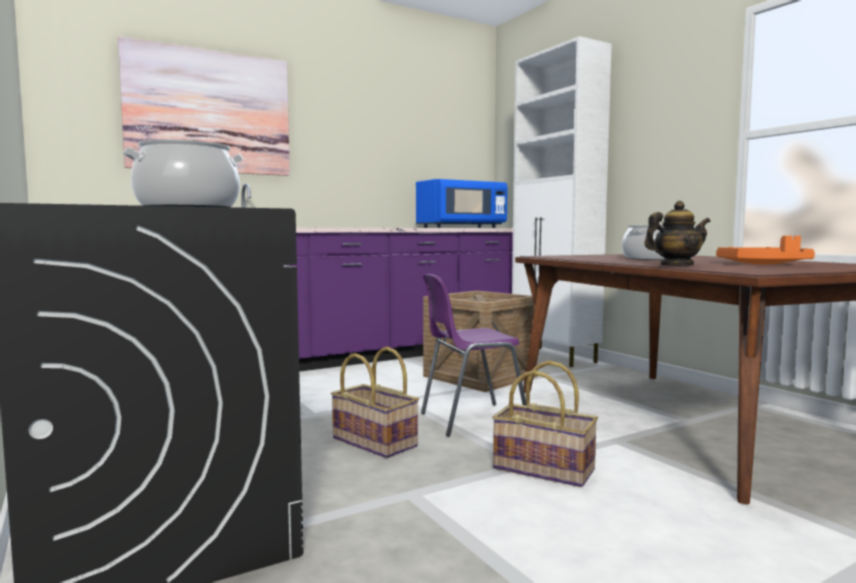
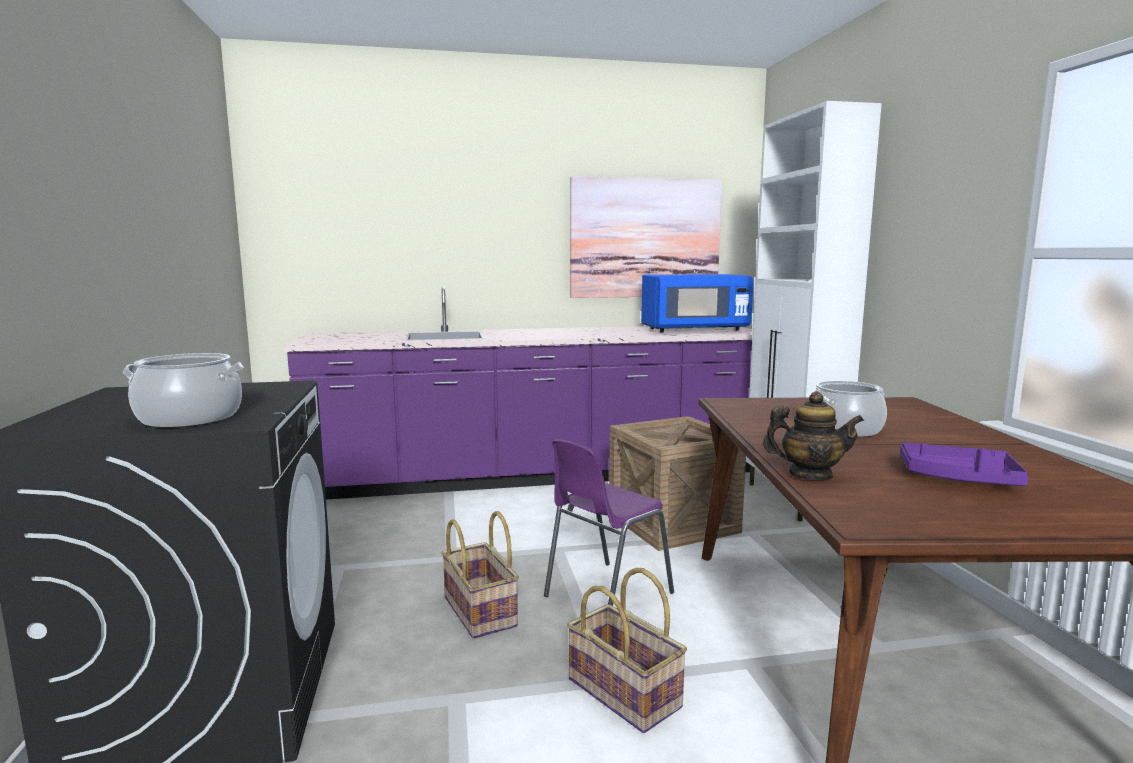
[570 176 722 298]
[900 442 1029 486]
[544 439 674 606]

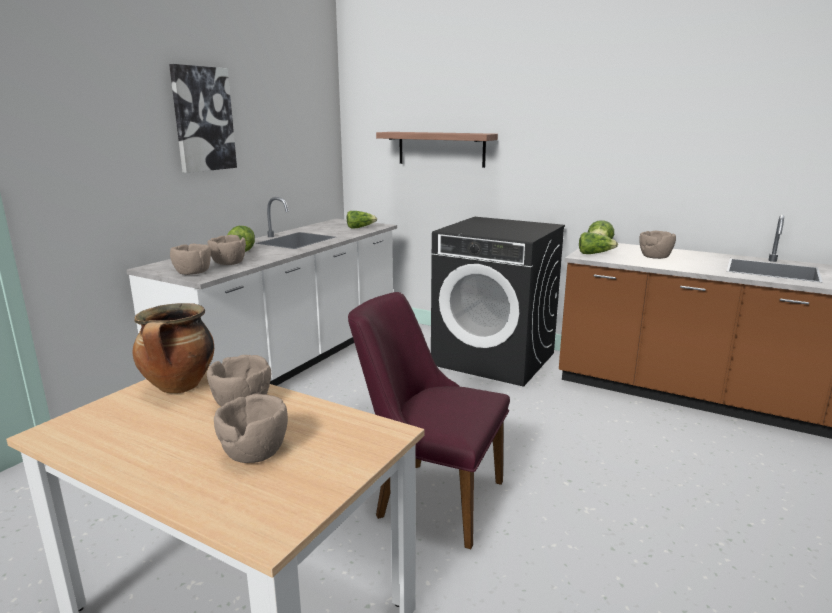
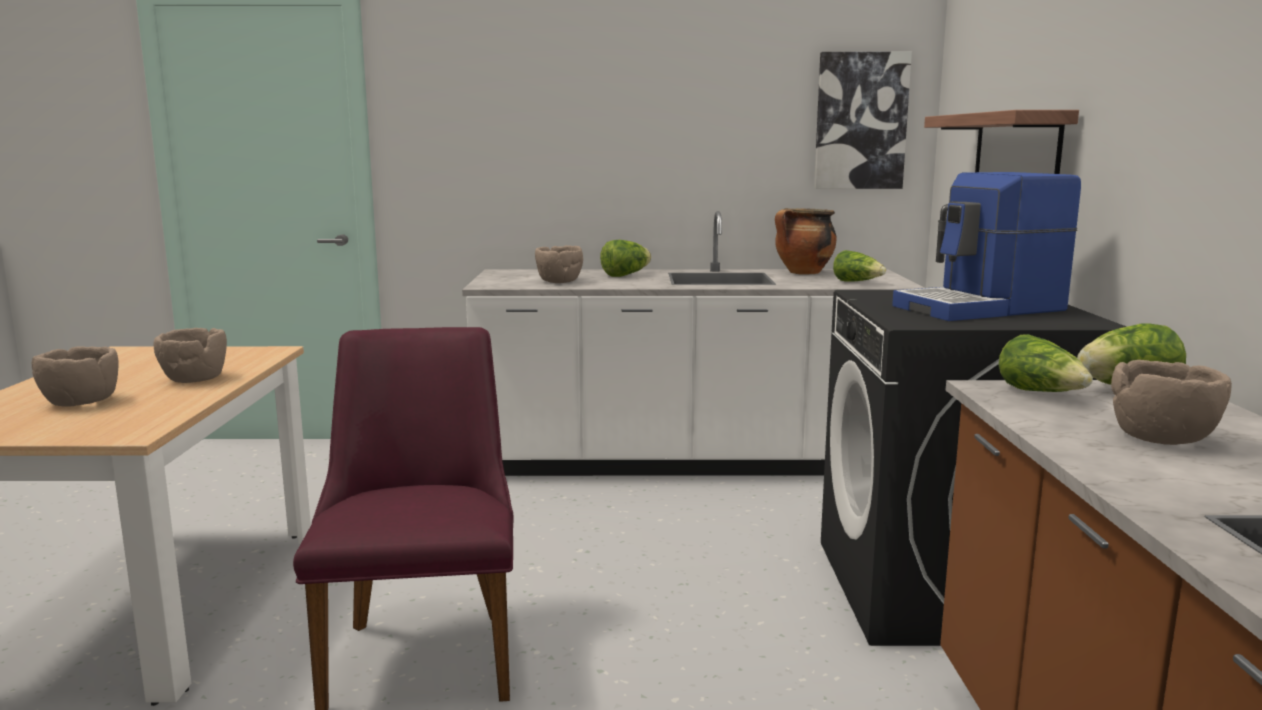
[170 244 211 275] (first image)
[892 172 1081 321]
[775 208 837 275]
[814 52 912 189]

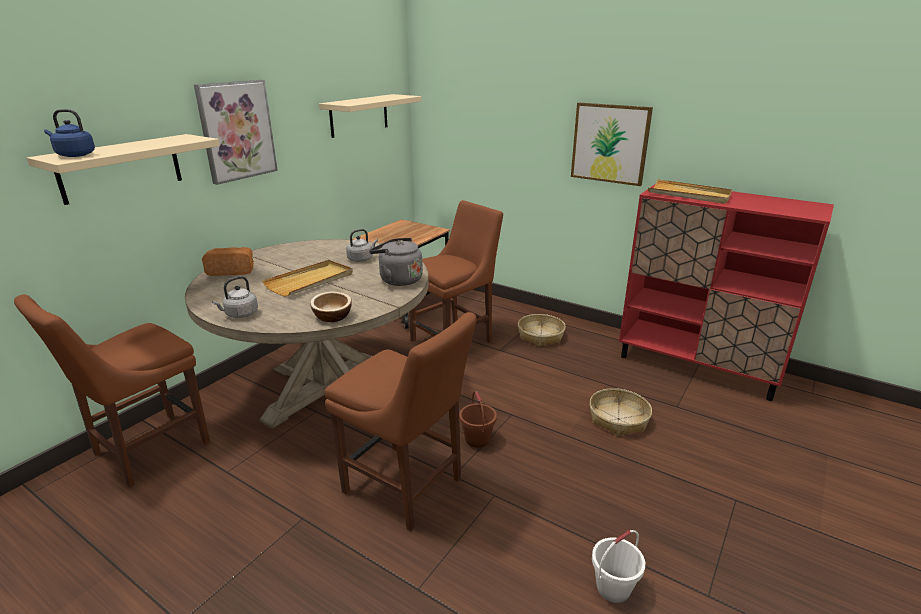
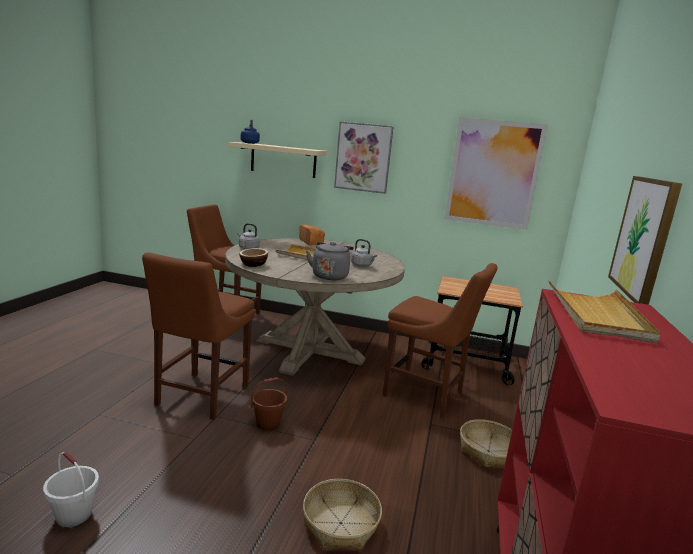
[444 117 548 230]

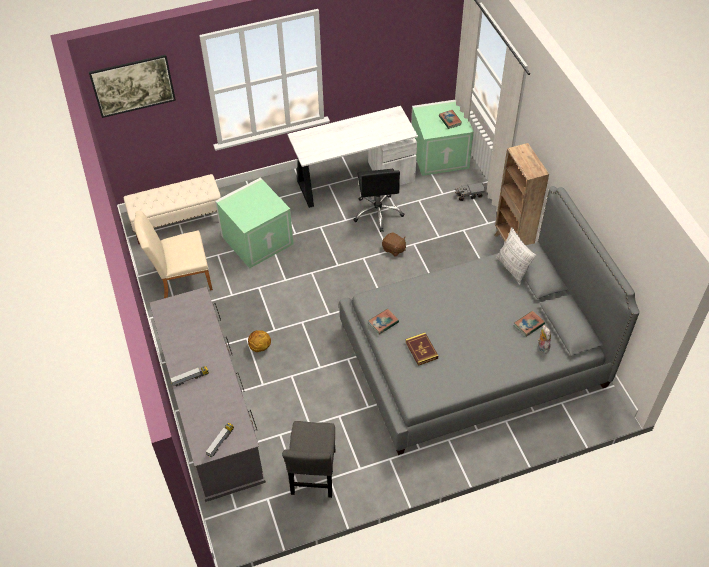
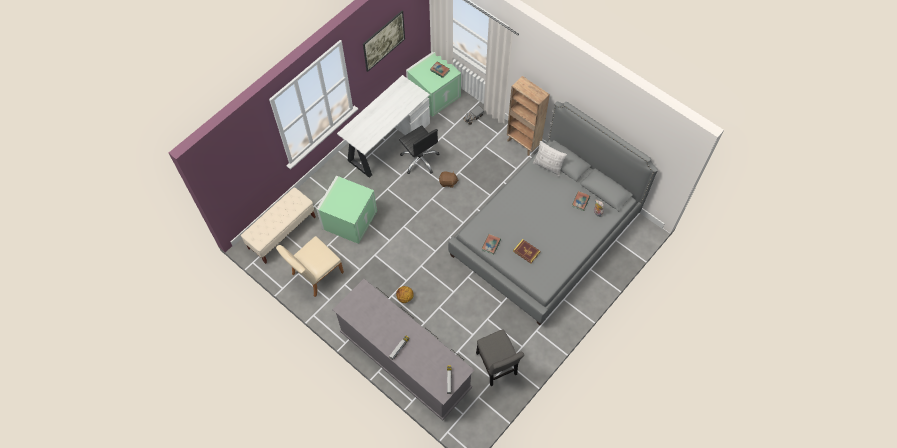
[363 11 405 72]

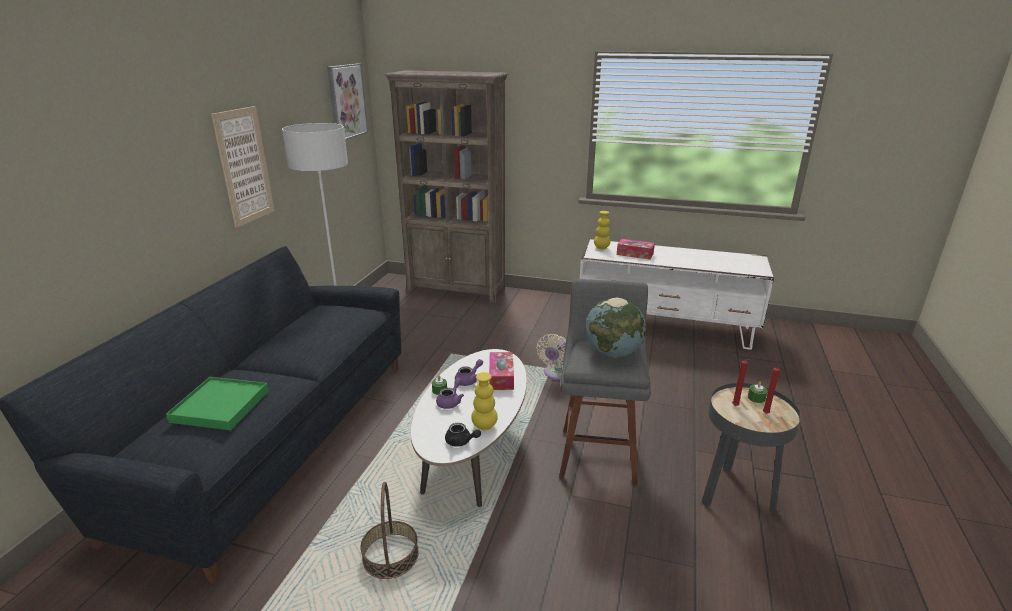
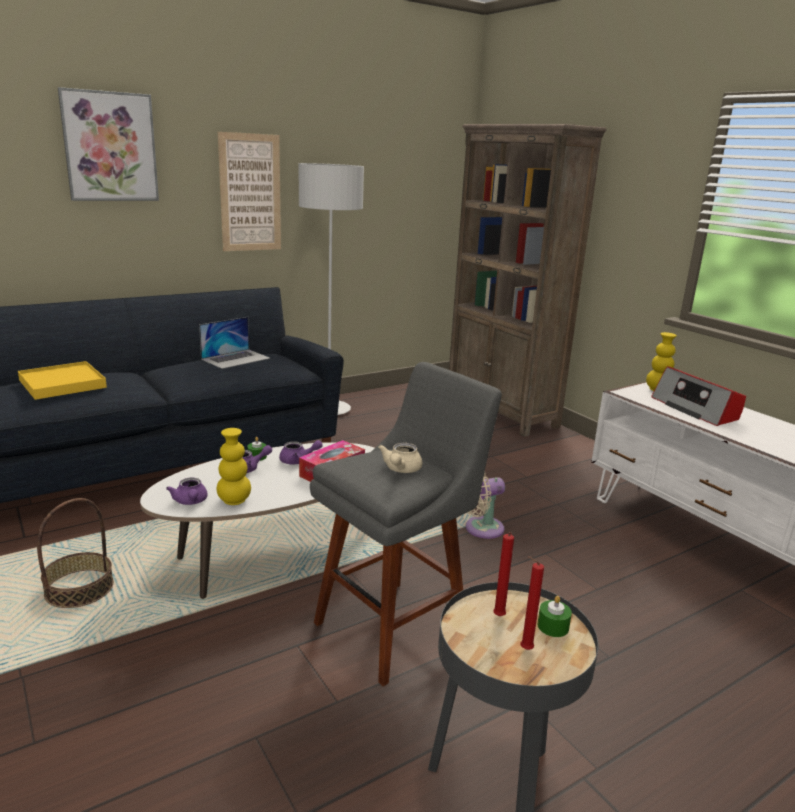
[199 317 270 369]
[58 87 159 201]
[378 443 423 473]
[651 366 746 426]
[18 361 107 400]
[166 478 208 505]

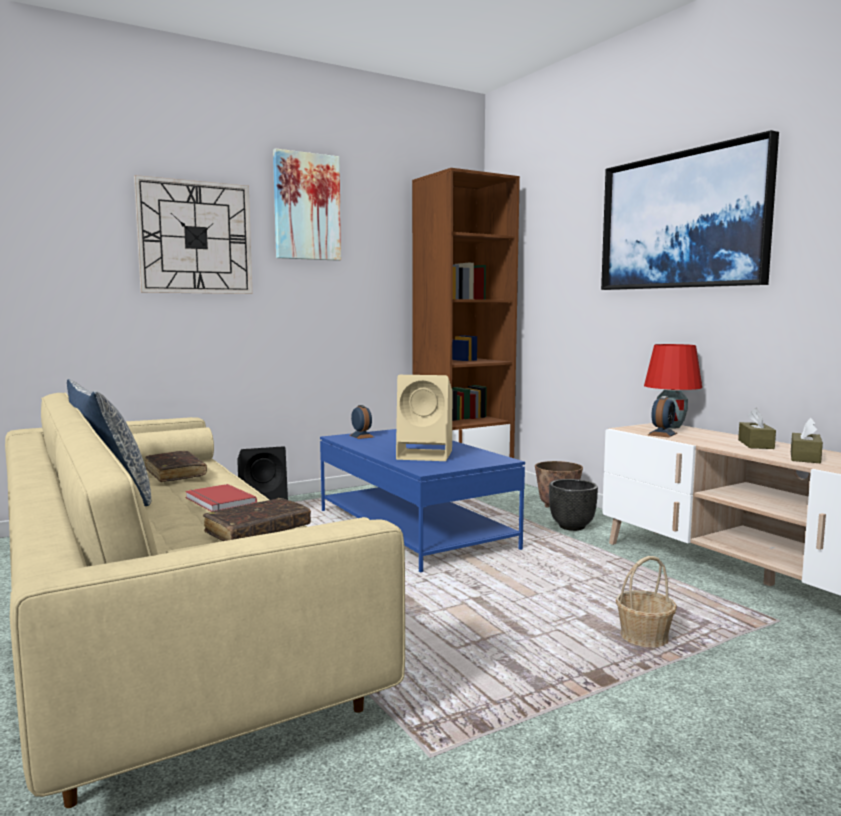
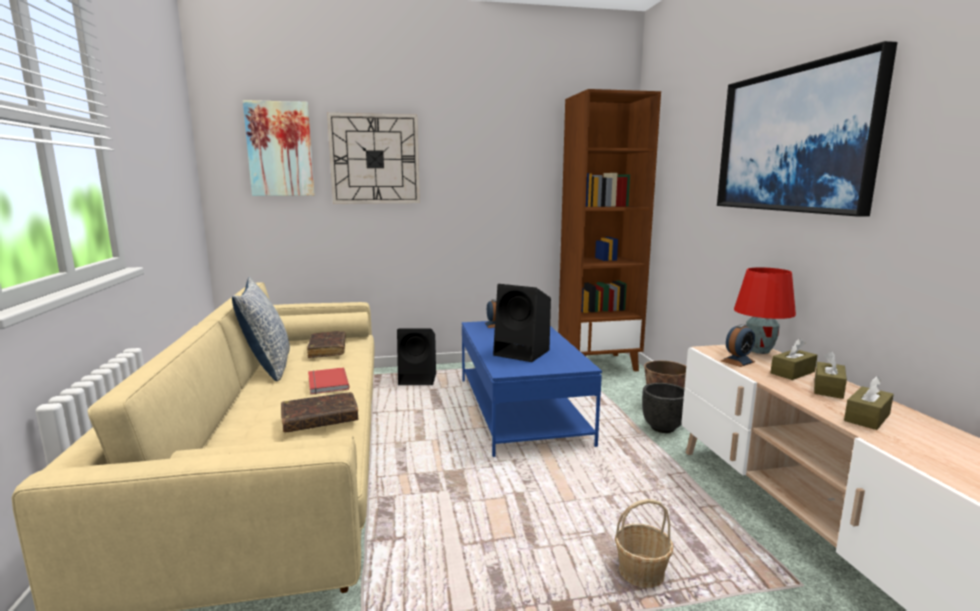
[771 338 817 380]
[243 100 315 196]
[493 284 551 362]

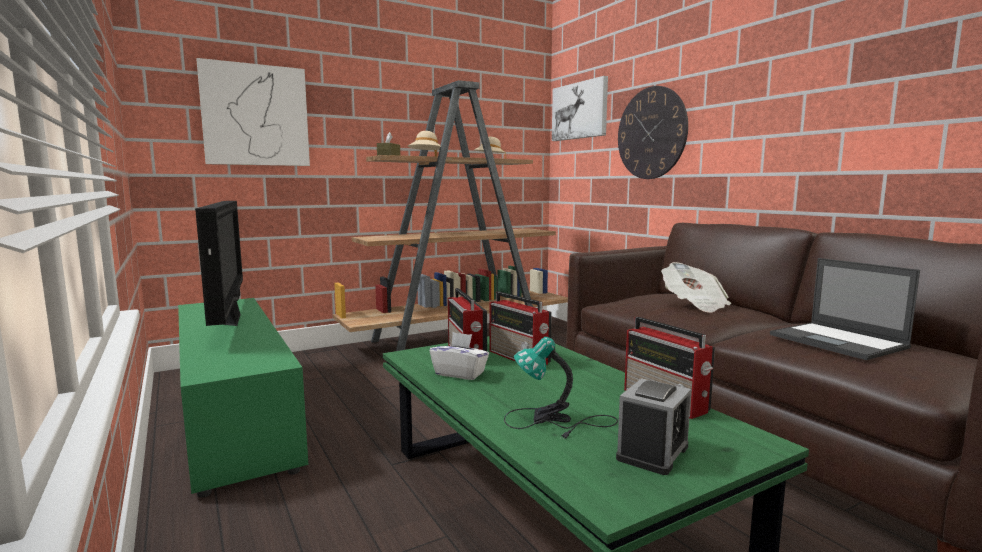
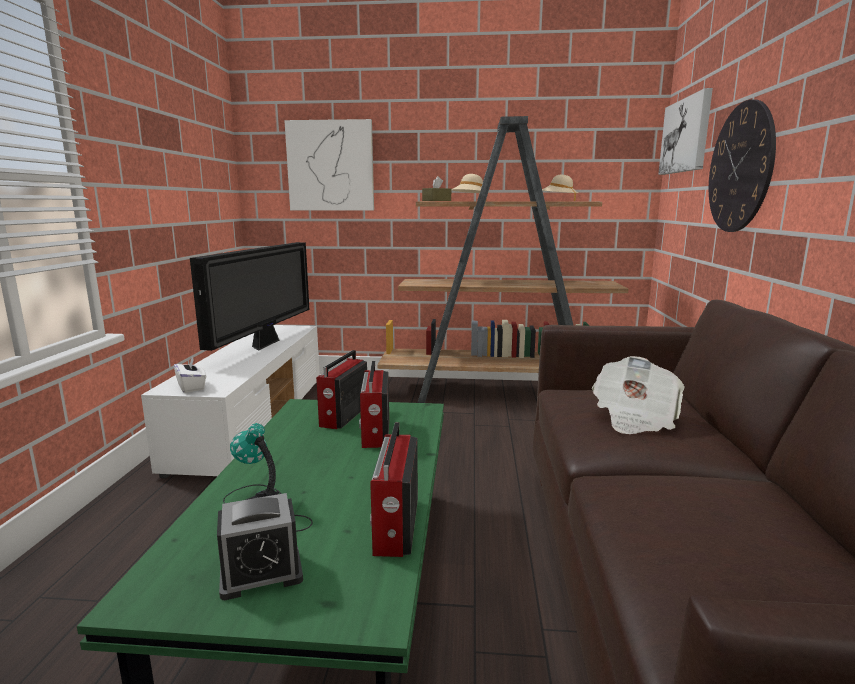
[770 258 920 360] (first image)
[174 357 206 393]
[141 325 320 479]

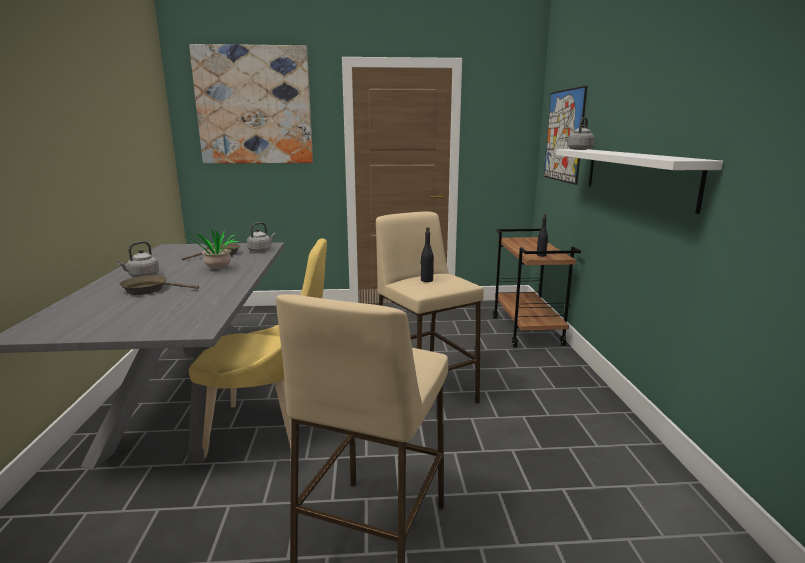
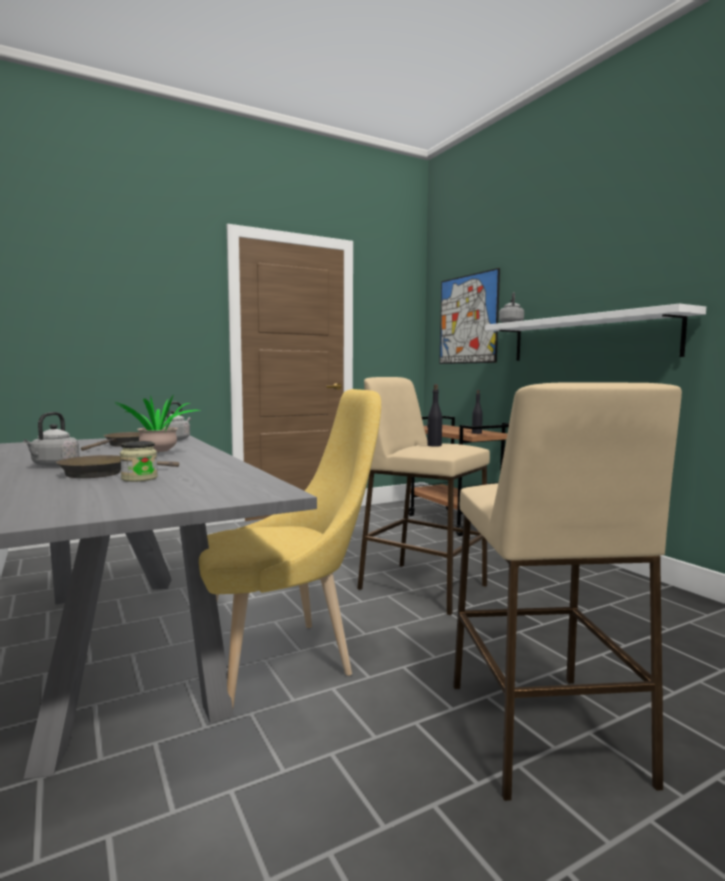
[189 44 313 164] (first image)
[120 441 158 482]

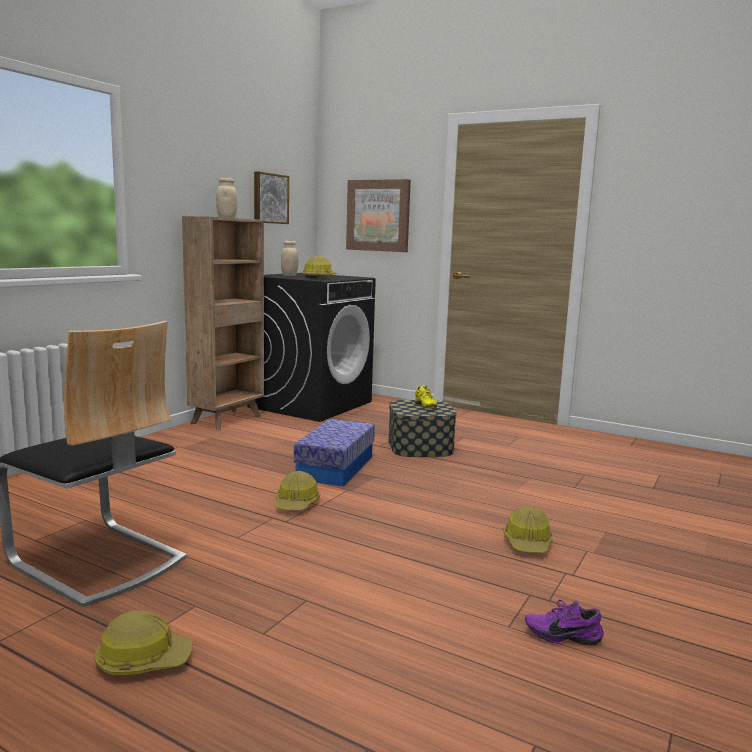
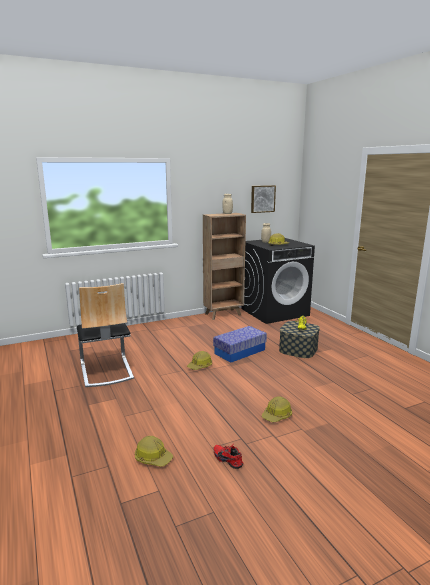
[346 179 411 252] (first image)
[135 436 173 467]
[214 444 243 469]

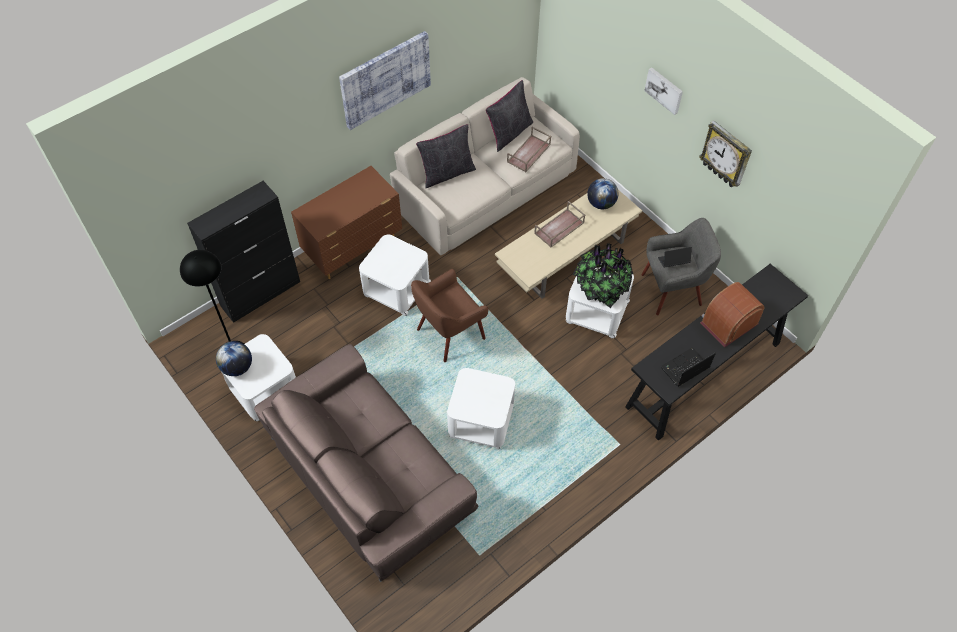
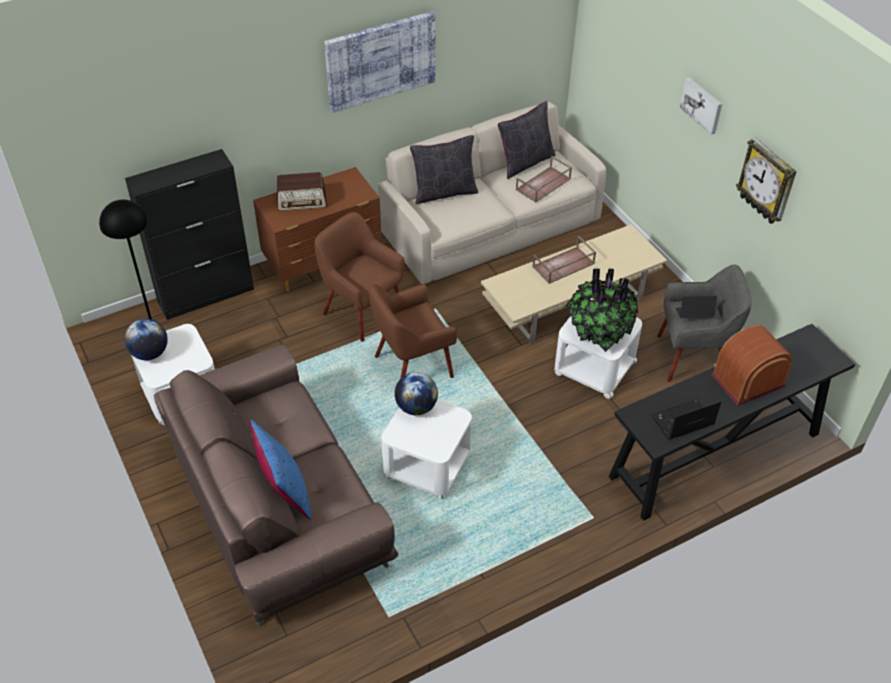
[250 420 311 520]
[277 172 327 211]
[395 372 438 415]
[314 212 405 342]

